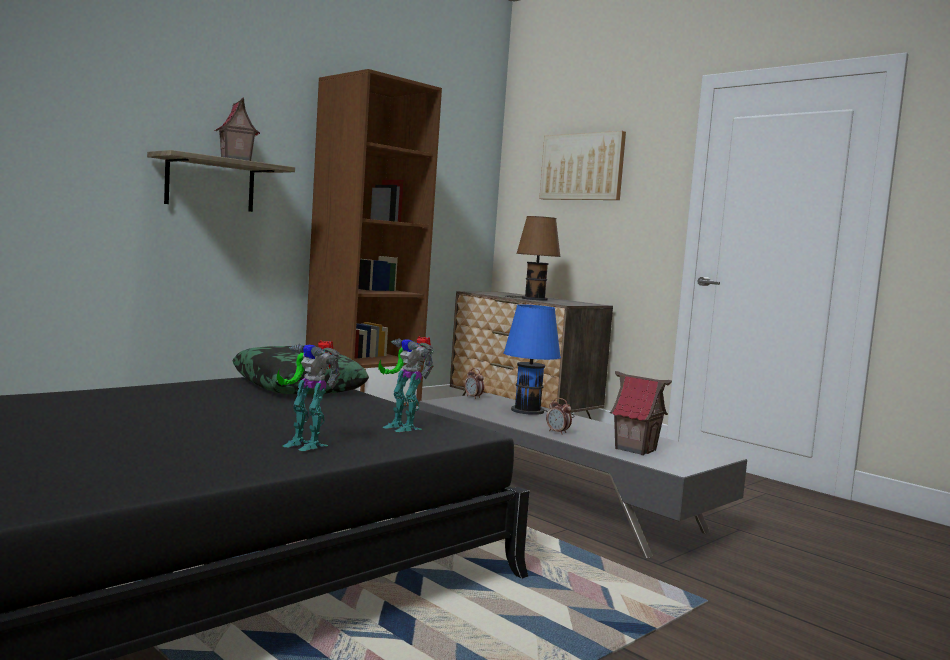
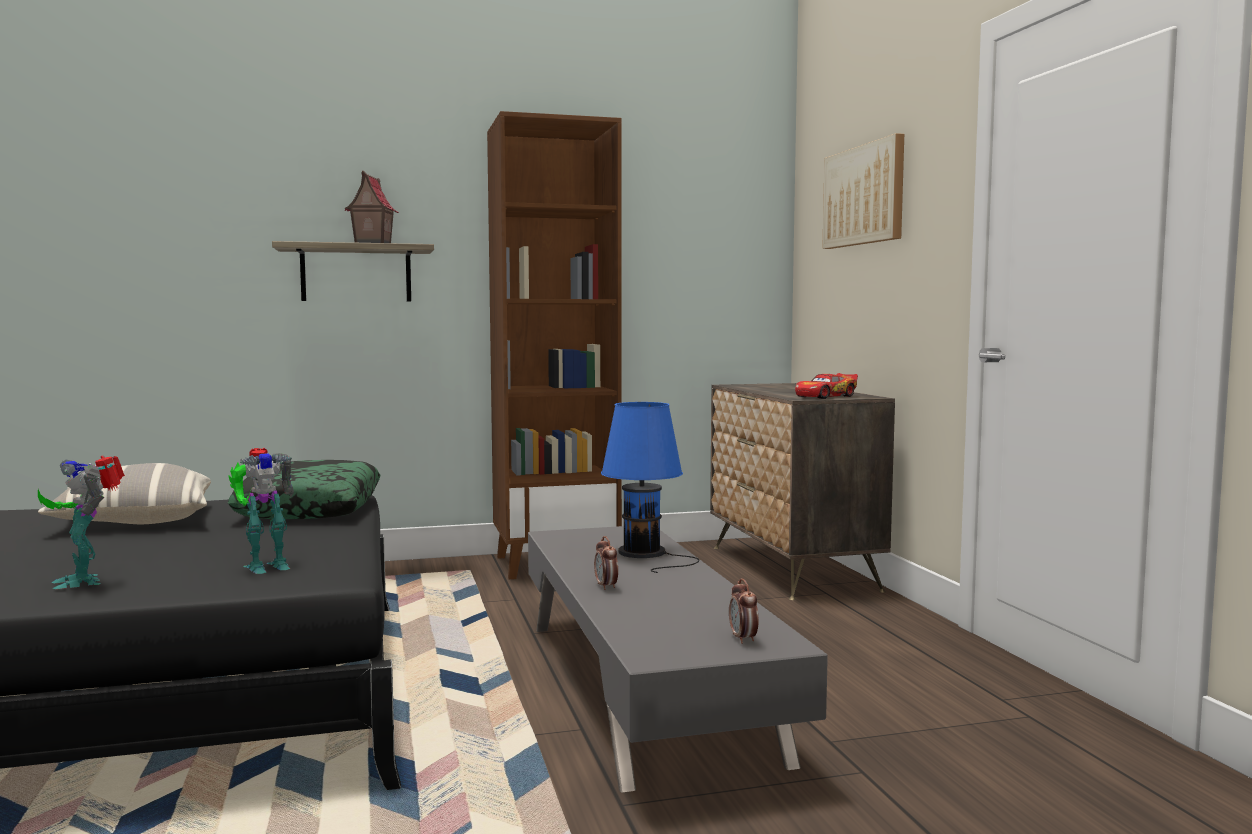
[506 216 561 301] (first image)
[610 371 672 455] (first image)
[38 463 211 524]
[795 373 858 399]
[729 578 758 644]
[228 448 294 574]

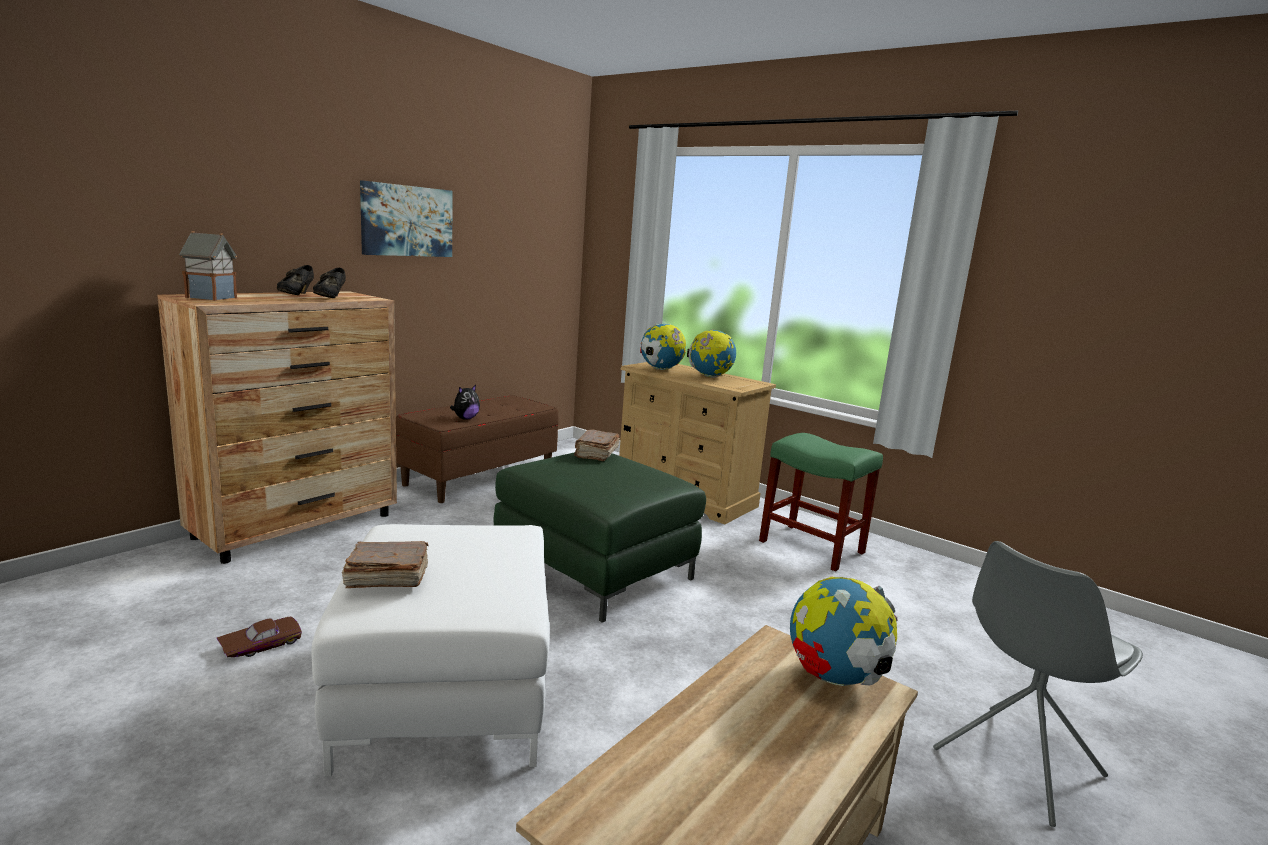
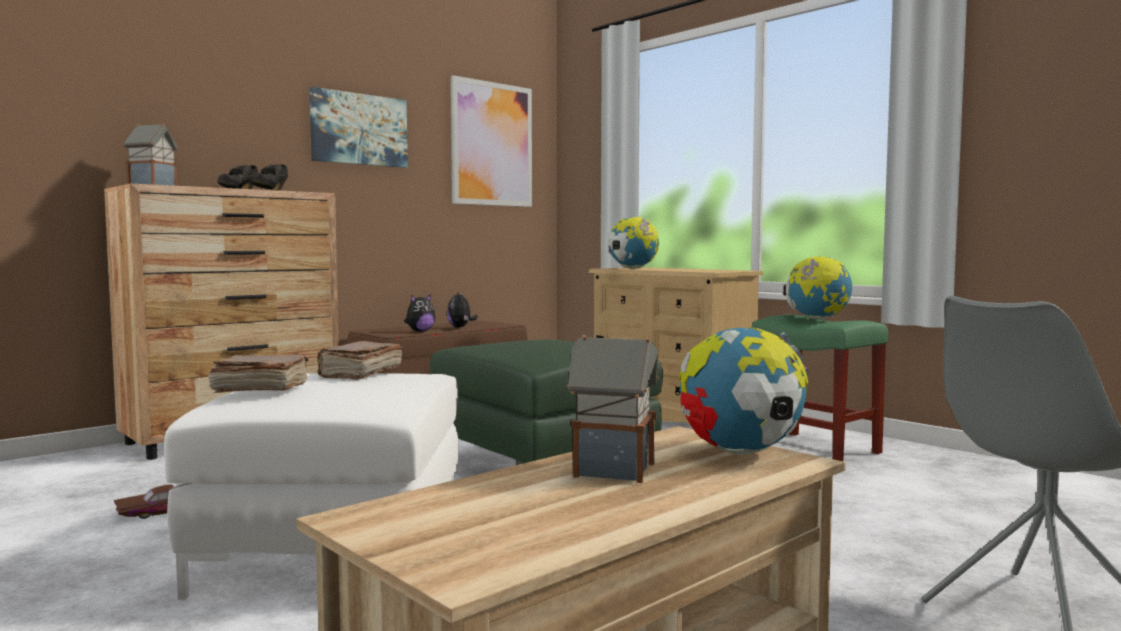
[447 292 477 328]
[451 75 532 207]
[566 335 659 483]
[317 341 402 380]
[783 256 852 320]

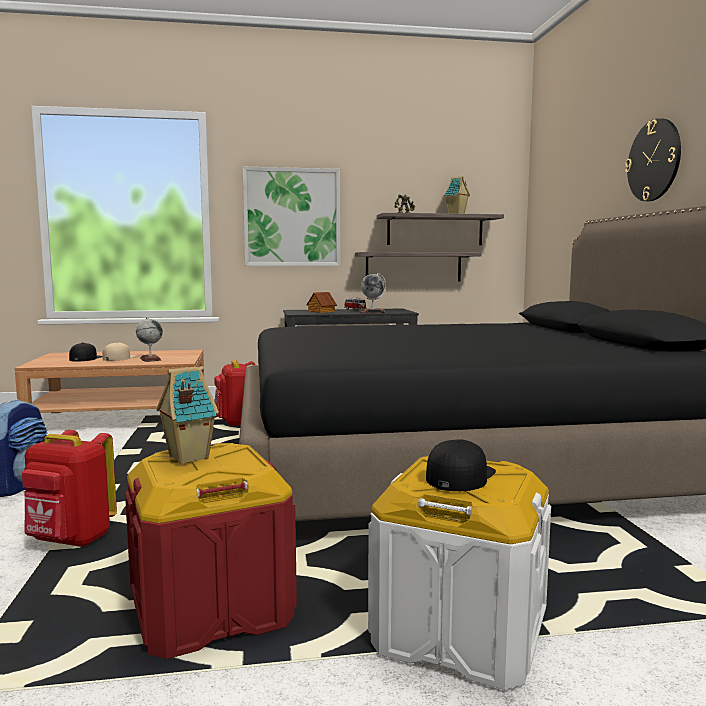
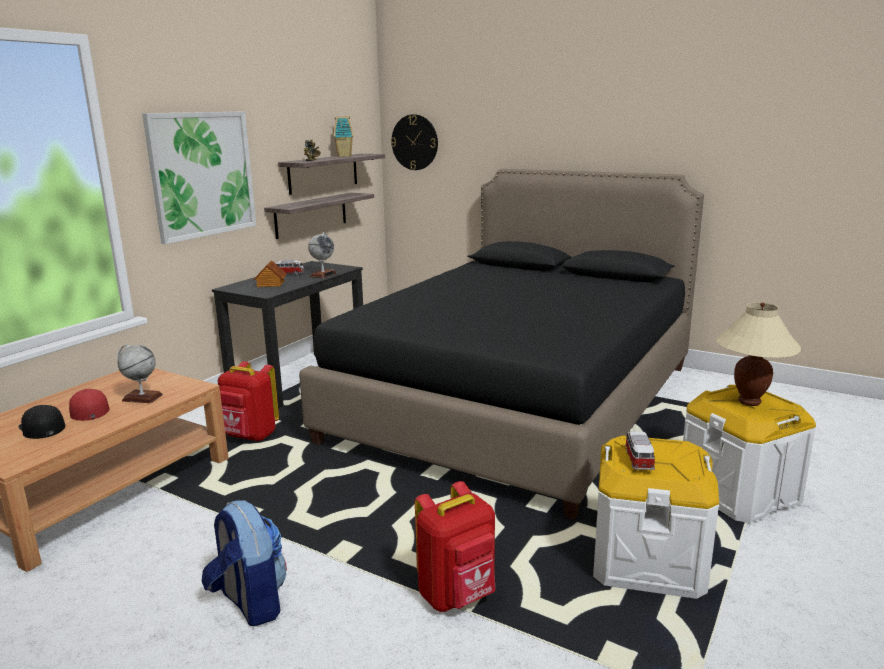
[391 114 438 170]
[625 431 655 471]
[715 303 801 406]
[69 389 109 421]
[593 435 719 599]

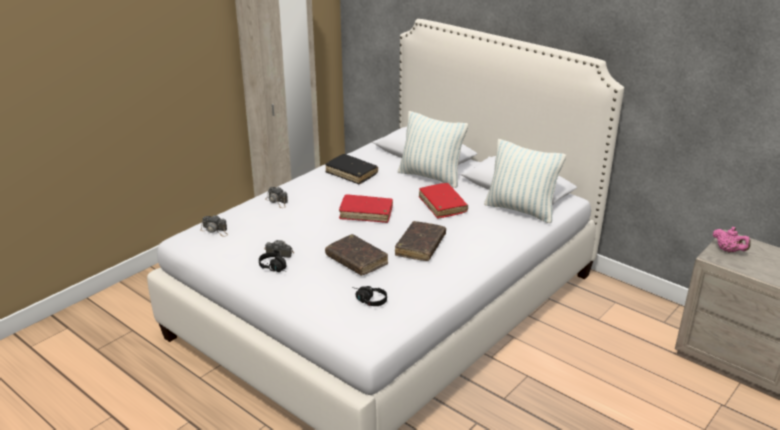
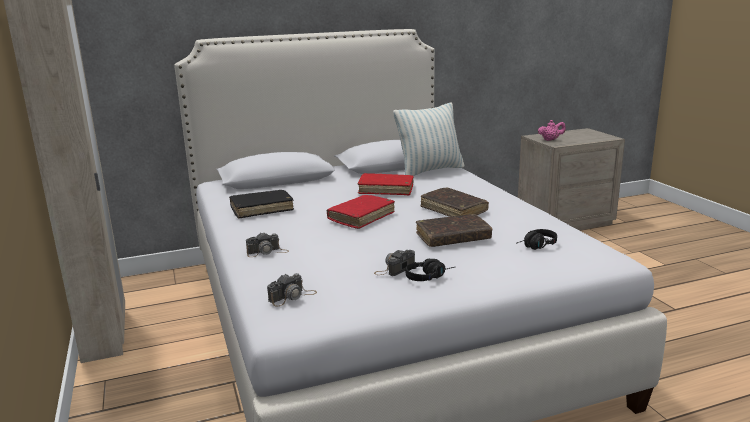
[398 111 468 188] (first image)

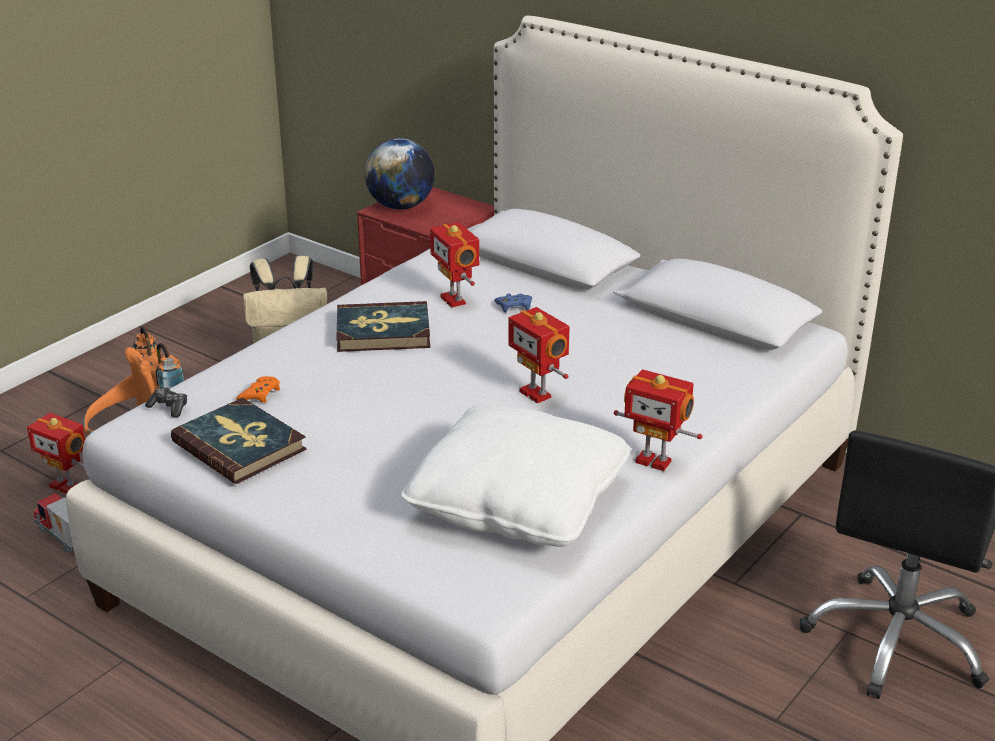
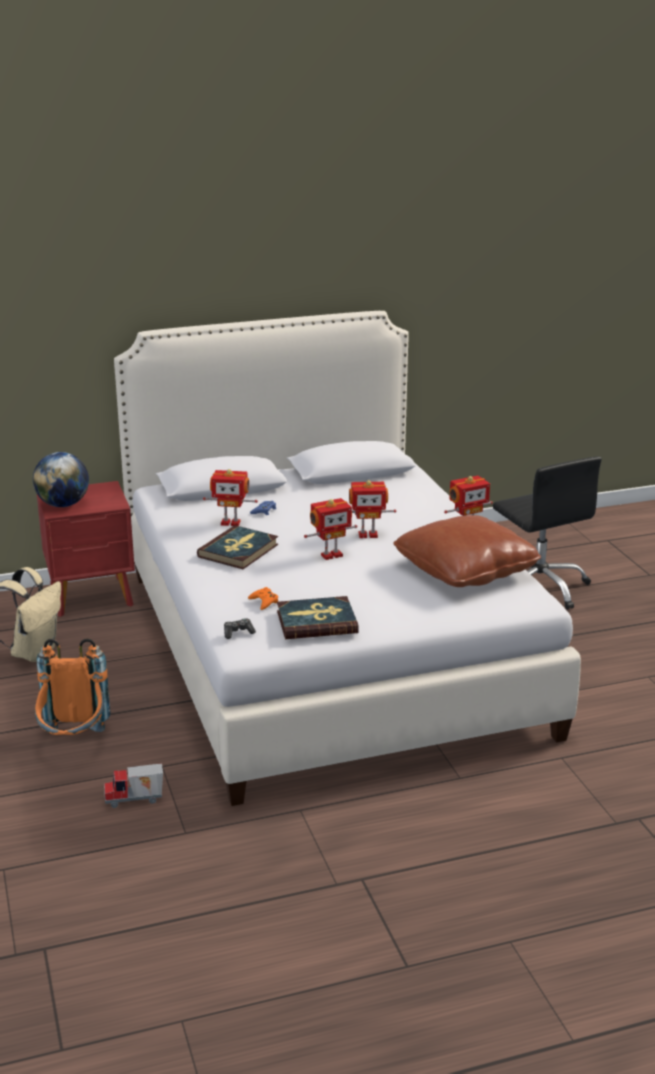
[304 498 357 560]
[393 515 541 587]

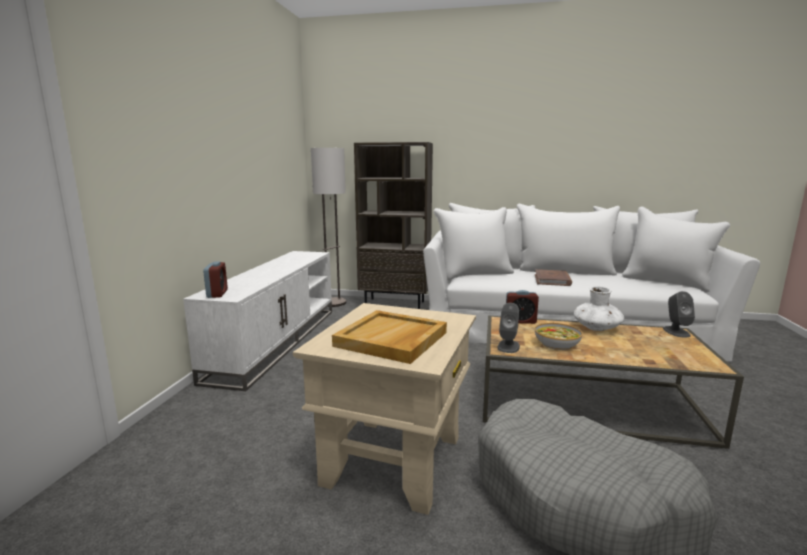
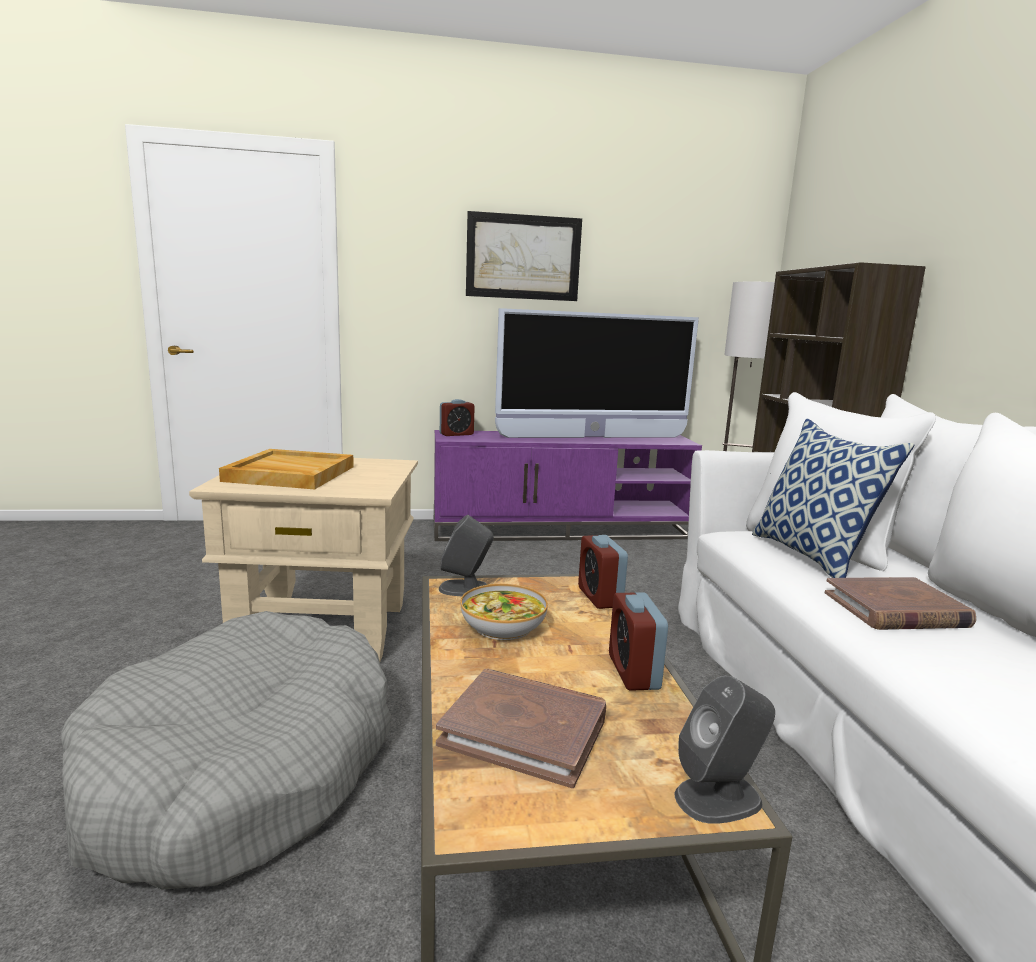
[436 668 606 788]
[466 211 582 301]
[495 308 699 438]
[752 419 914 578]
[609 592 668 691]
[434 430 702 541]

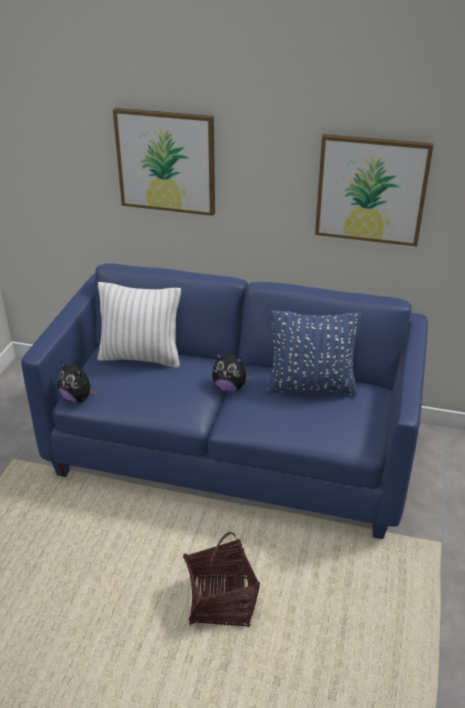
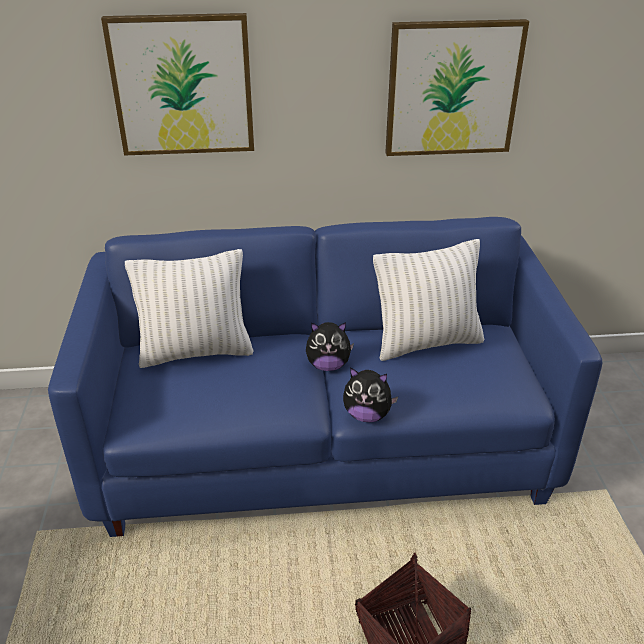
[343 367 398 422]
[373 239 484 361]

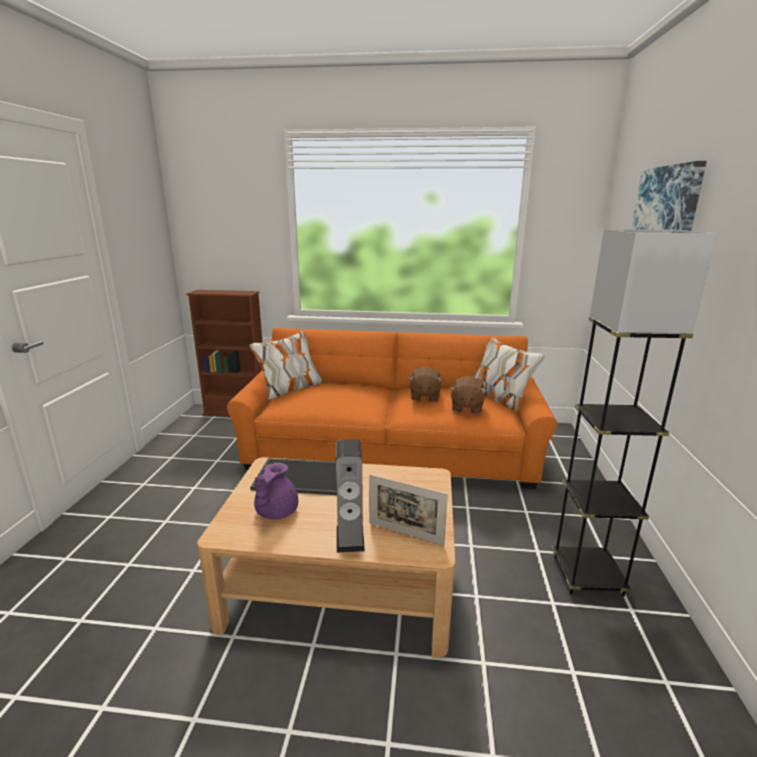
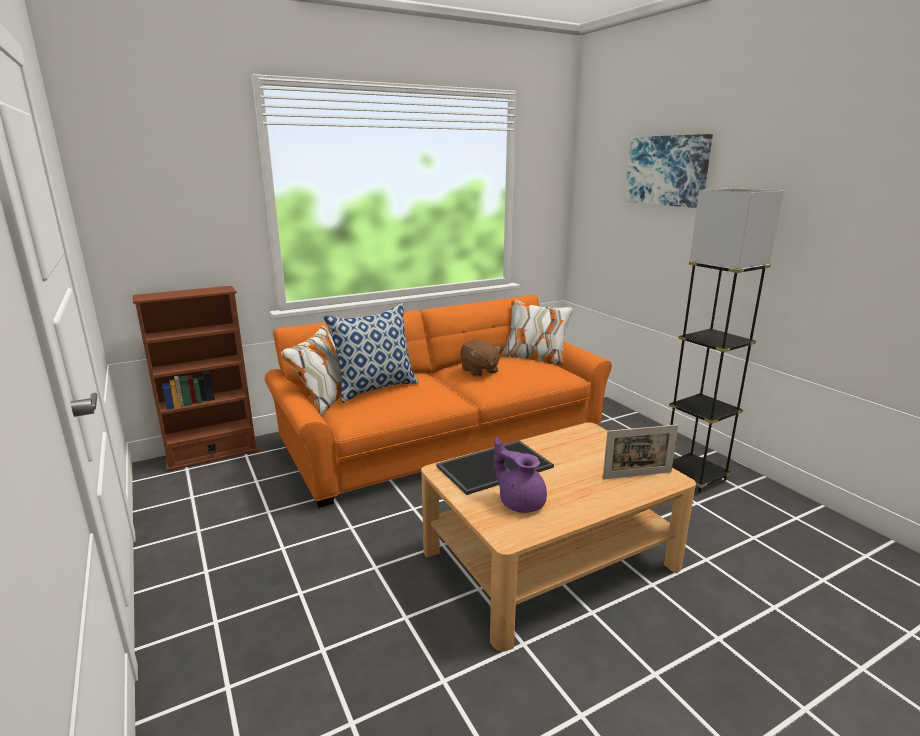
[336 439 365 553] (first image)
[449 376 487 414] (first image)
[323 303 419 403]
[494 438 547 513]

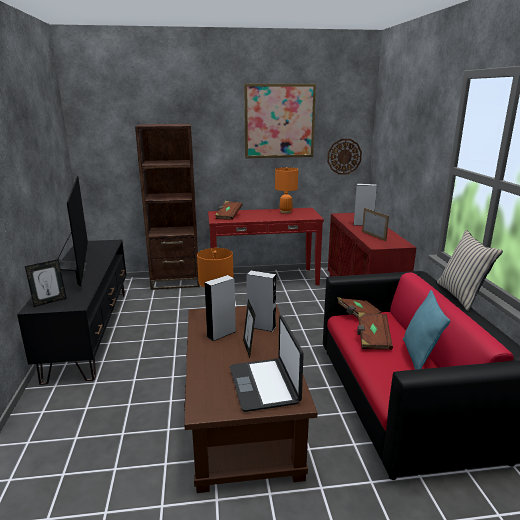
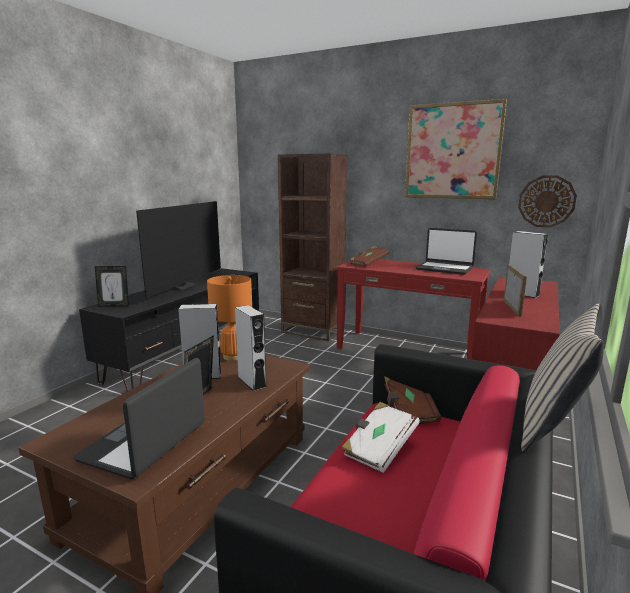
[403 290 450 370] (first image)
[416 228 477 275]
[341 402 420 473]

